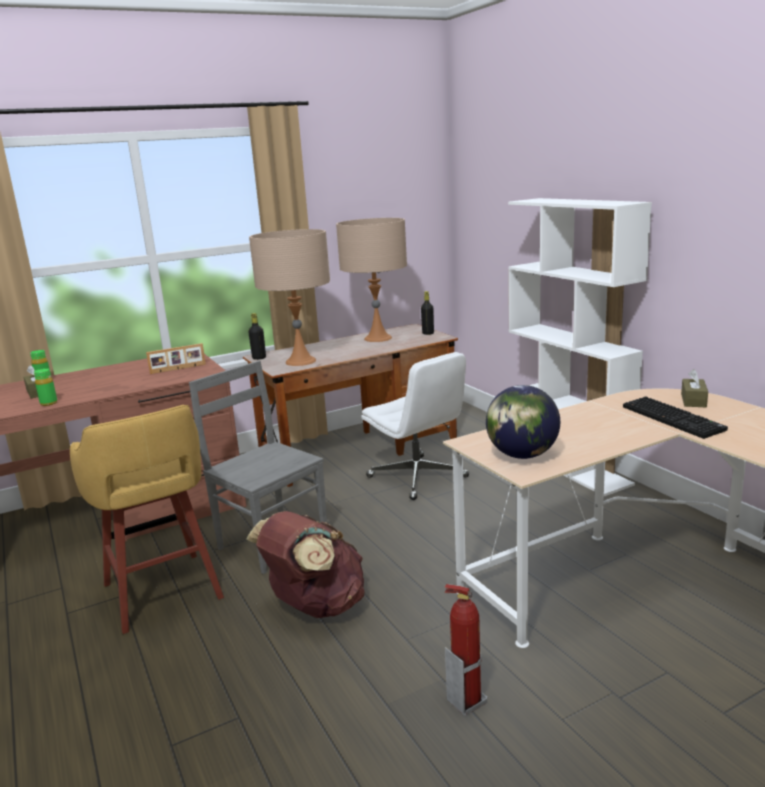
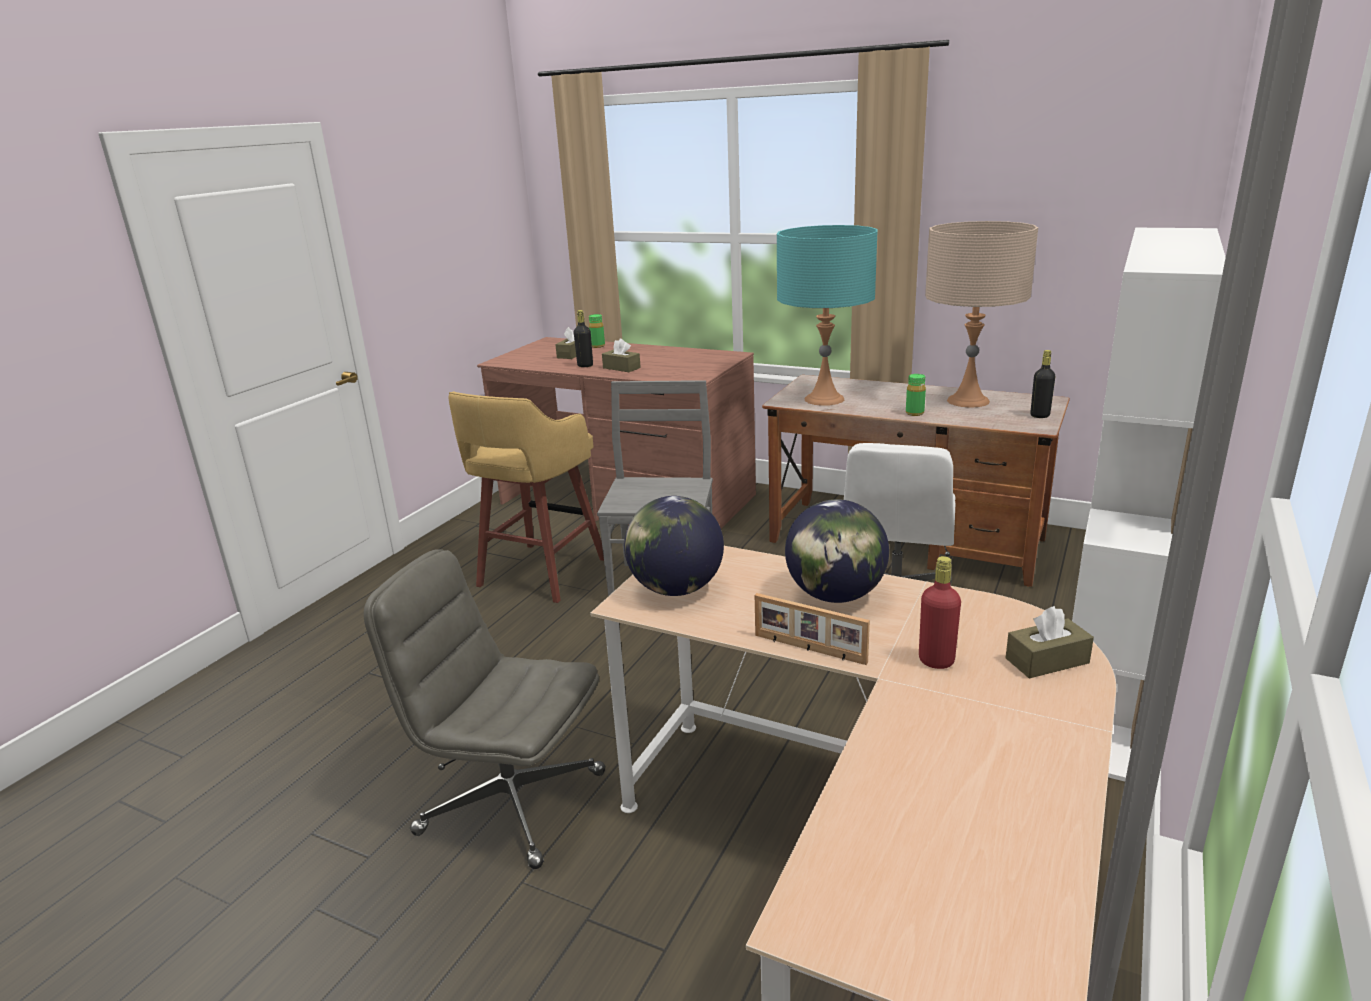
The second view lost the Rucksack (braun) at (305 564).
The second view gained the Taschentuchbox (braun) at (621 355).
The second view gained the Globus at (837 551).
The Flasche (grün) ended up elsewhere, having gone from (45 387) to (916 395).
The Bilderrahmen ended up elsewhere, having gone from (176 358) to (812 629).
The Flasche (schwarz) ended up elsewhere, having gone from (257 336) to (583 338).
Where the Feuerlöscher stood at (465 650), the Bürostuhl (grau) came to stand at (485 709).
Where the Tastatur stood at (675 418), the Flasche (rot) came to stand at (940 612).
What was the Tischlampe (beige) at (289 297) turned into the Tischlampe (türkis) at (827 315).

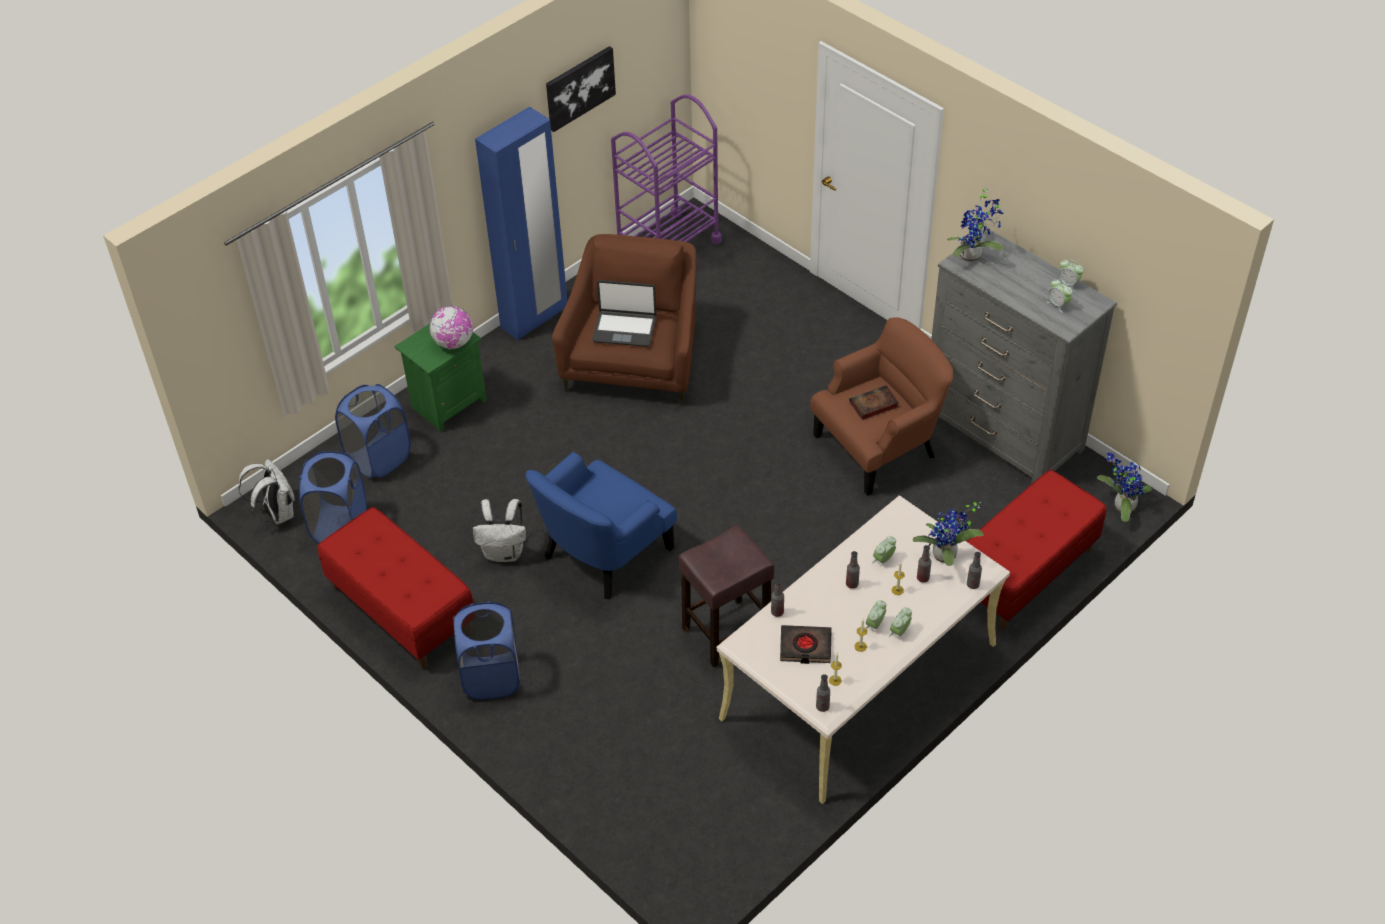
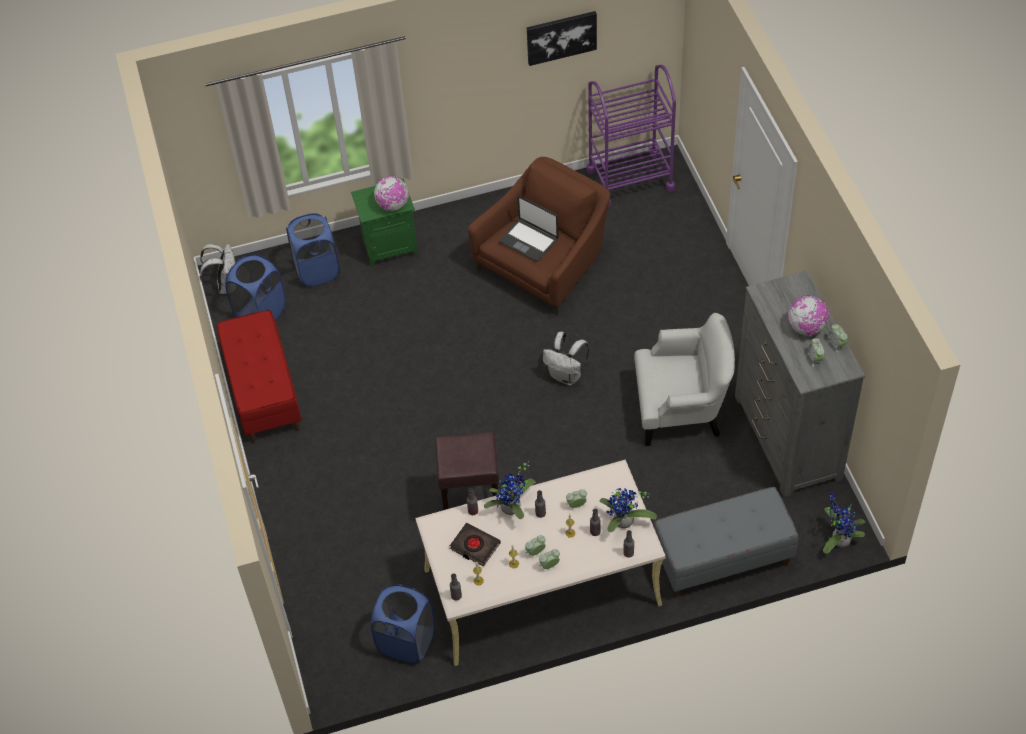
The second view lost the Kleiderschrank (blau) at (521 223).
The second view lost the Sessel (blau) at (601 525).
The second view lost the Buch at (874 402).
The second view gained the Globus at (808 315).
The Wäschekorb (blau) ended up elsewhere, having gone from (487 651) to (403 624).
The Rucksack (weiß) ended up elsewhere, having gone from (499 530) to (566 358).
The Topfpflanze ended up elsewhere, having gone from (975 224) to (510 490).
What was the Sessel (braun) at (881 406) turned into the Sessel (weiß) at (684 379).
What was the Bank (rot) at (1036 550) turned into the Bank (grau) at (726 542).

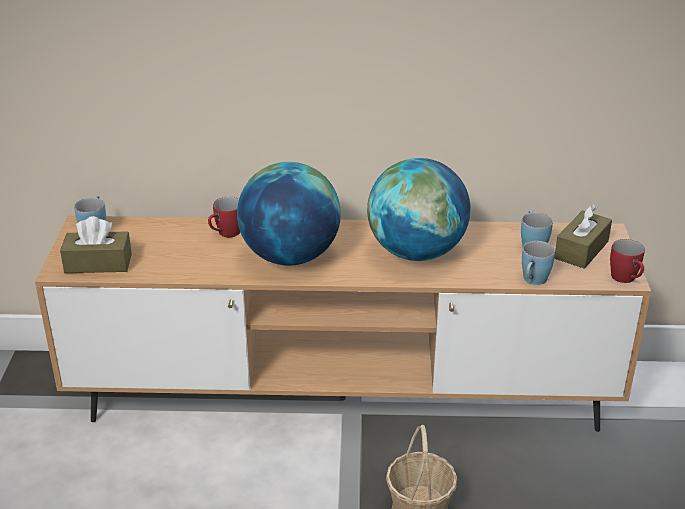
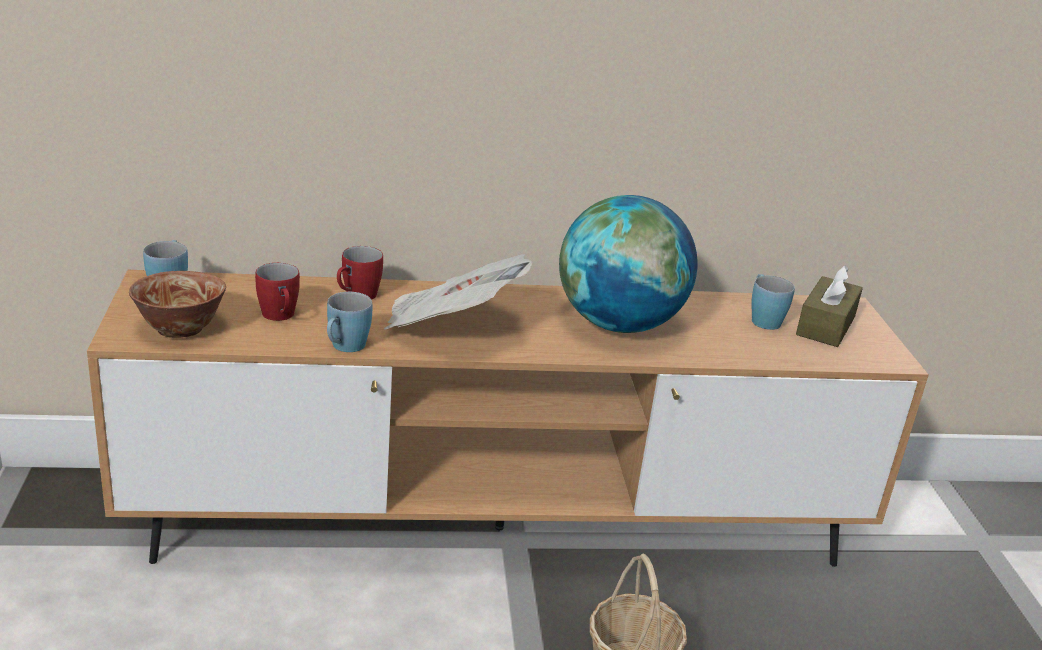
The Henkelbecher (blau) ended up elsewhere, having gone from (538 263) to (350 322).
The Henkelbecher (rot) ended up elsewhere, having gone from (627 261) to (277 292).
Where the Taschentuchbox (braun) stood at (96 244), the Schüssel came to stand at (177 304).
Where the Globus stood at (289 214), the Zeitung came to stand at (458 292).

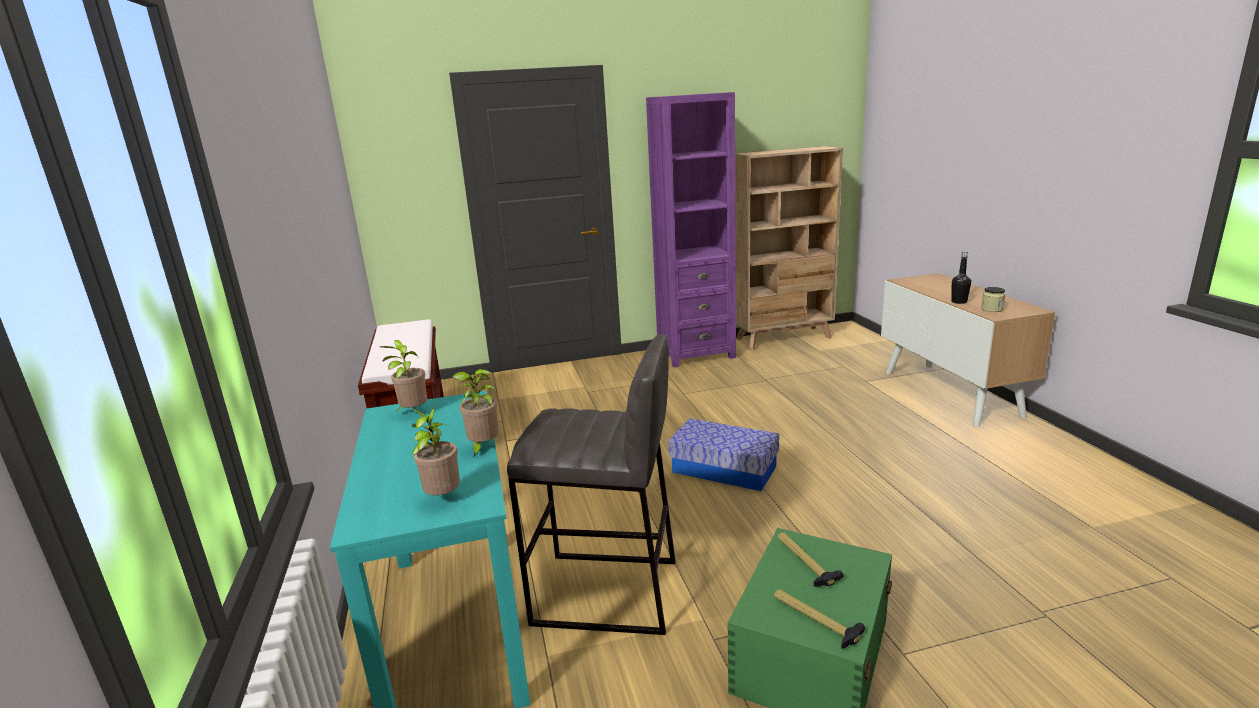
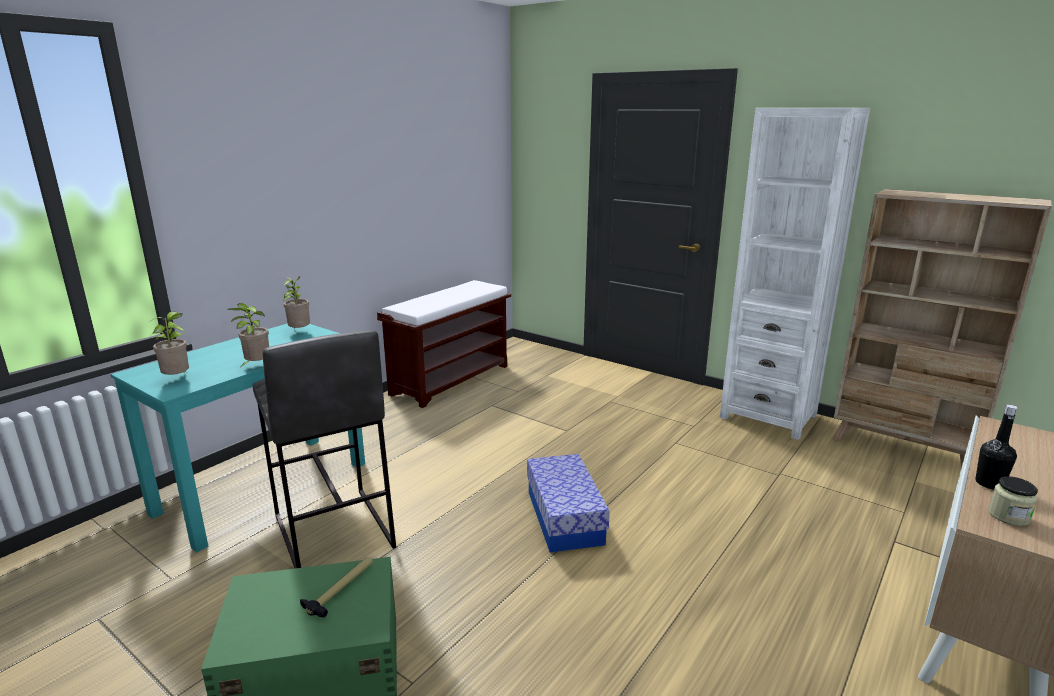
The second view lost the Hammer at (819 619).
What was the Bücherregal (lila) at (691 229) turned into the Bücherregal (weiß) at (795 274).

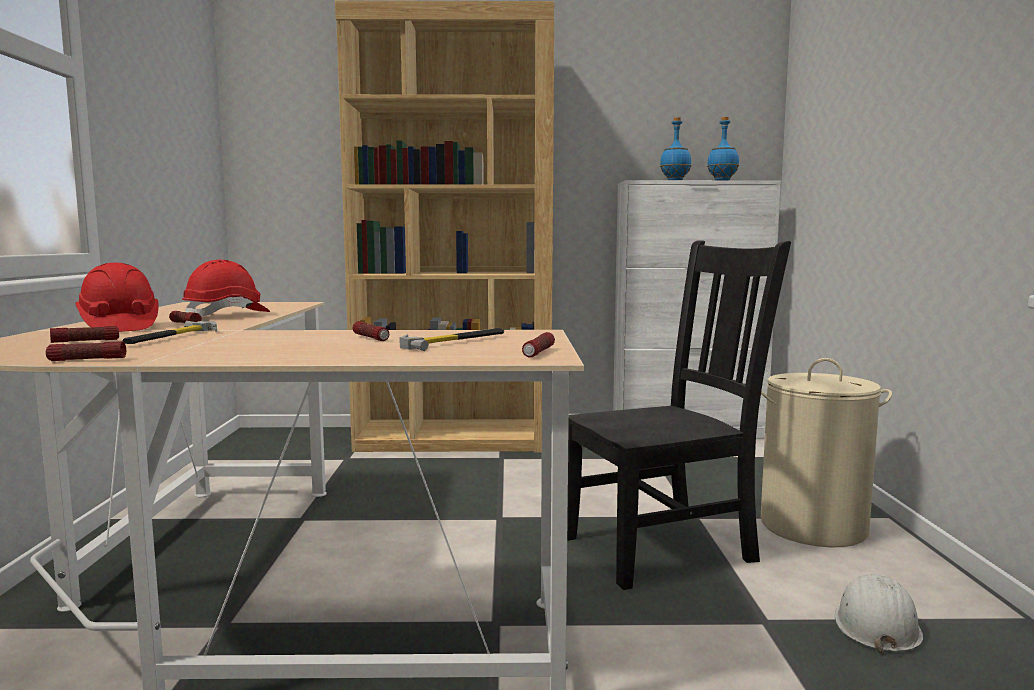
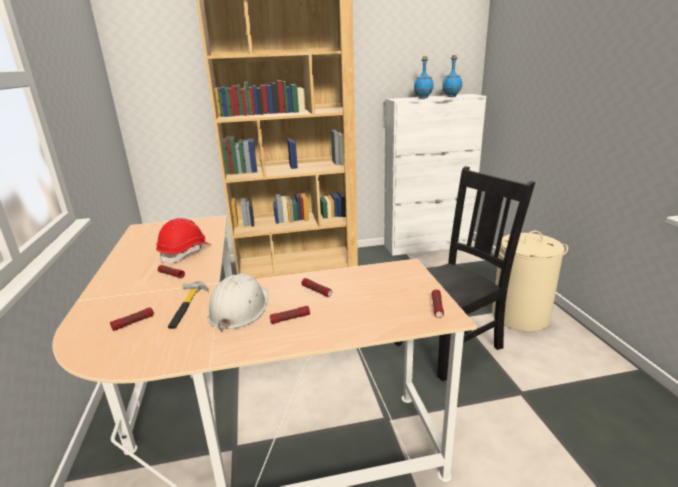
The second view lost the Schutzhelm (rot) at (117 297).
The second view lost the Hammer at (451 339).
The Taschenlampe ended up elsewhere, having gone from (86 351) to (290 315).
The Schutzhelm (weiß) ended up elsewhere, having gone from (879 614) to (238 303).

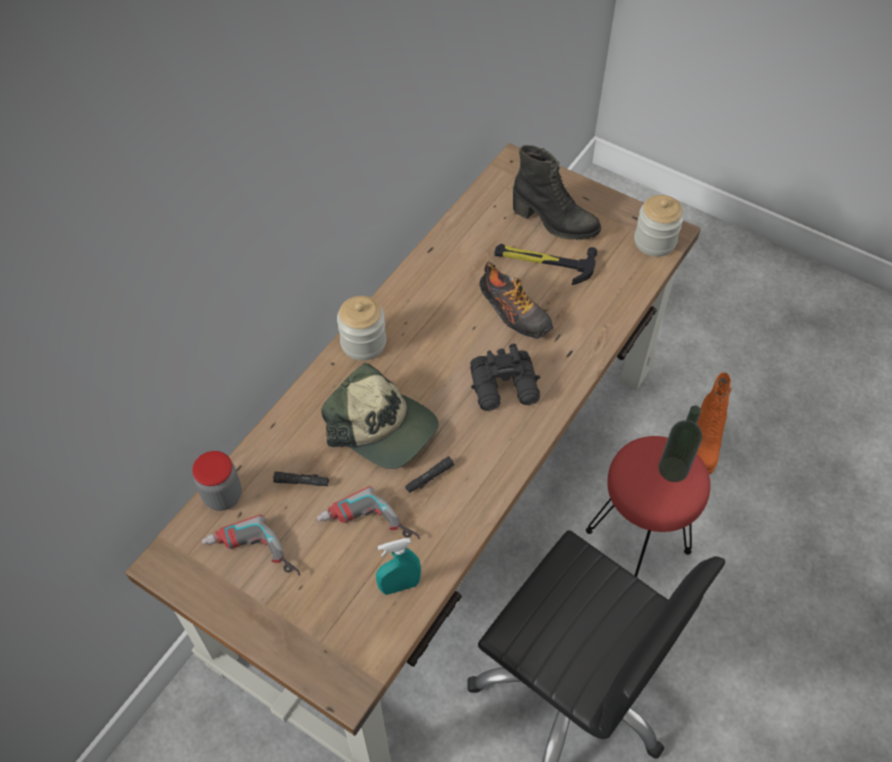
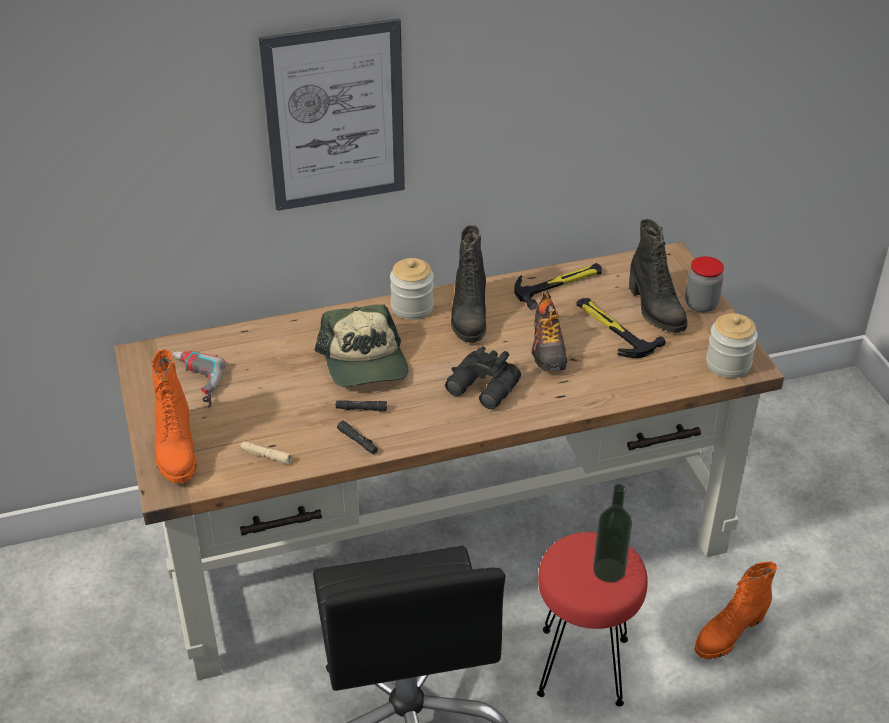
The second view lost the Bohrmaschine at (368 512).
The second view gained the Stiefel (orange) at (174 416).
The second view gained the Bild at (332 114).
The second view gained the Stiefel (schwarz) at (468 284).
The second view gained the Hammer at (558 286).
The Vorratsglas ended up elsewhere, having gone from (217 481) to (704 284).
The Taschenlampe (schwarz) ended up elsewhere, having gone from (301 479) to (357 437).
Where the Sprühflasche (türkis) stood at (398 566), the Taschenlampe (beige) came to stand at (266 452).

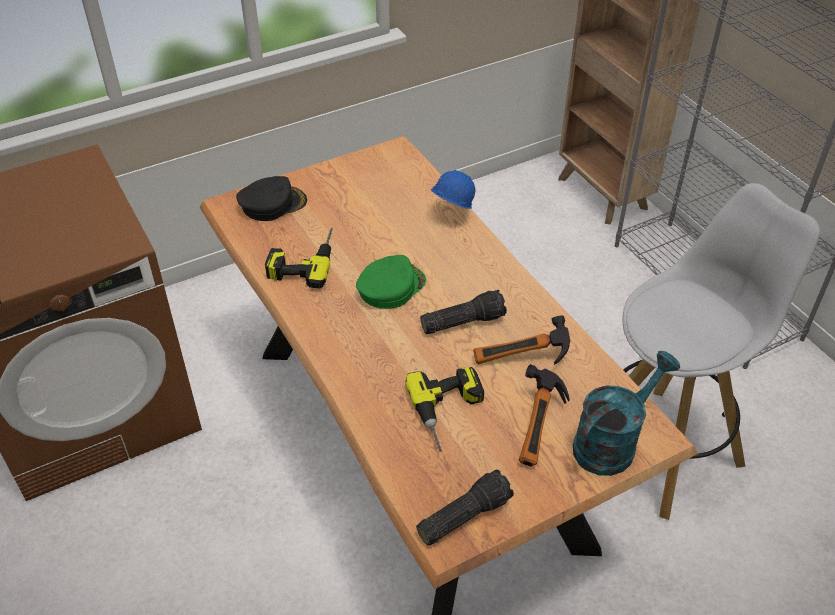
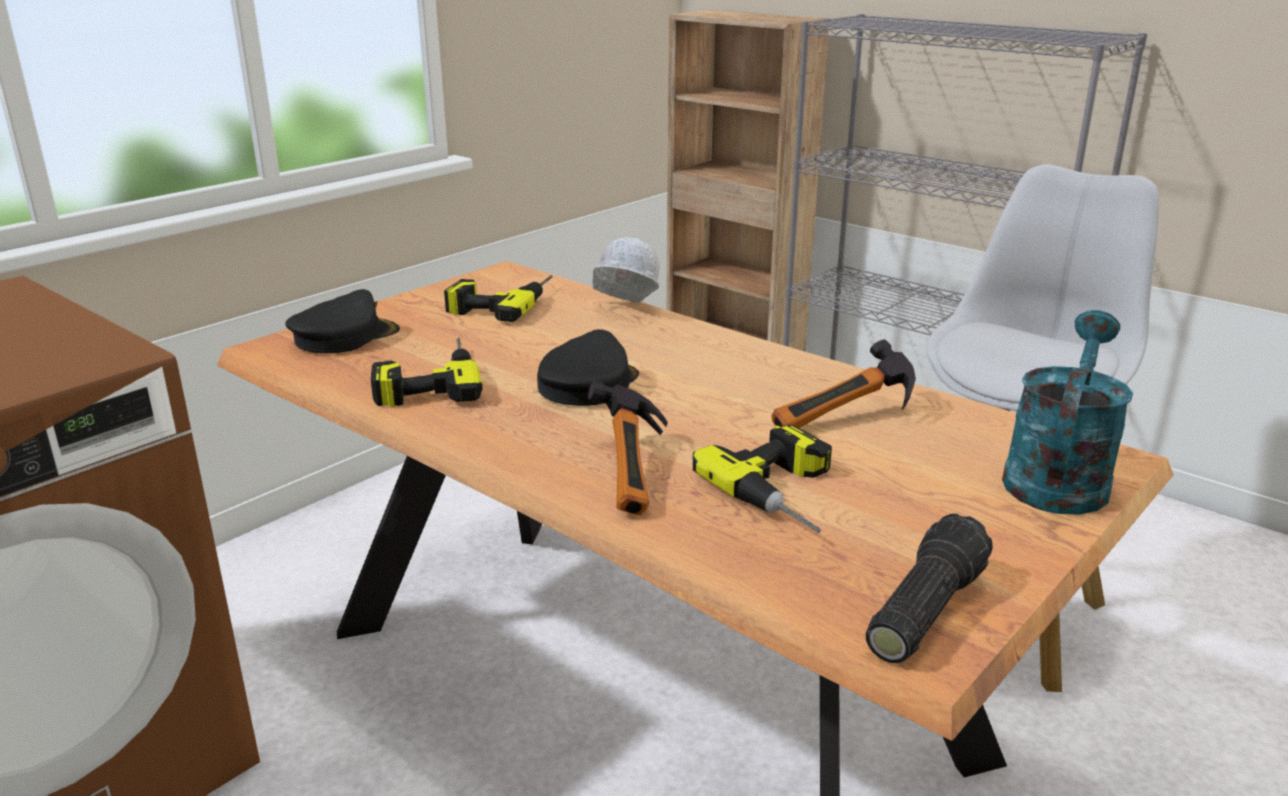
The second view lost the Taschenlampe at (463 312).
The second view gained the Bohrmaschine at (498 298).
The Hammer ended up elsewhere, having gone from (544 415) to (628 448).
What was the Kappe (grün) at (391 282) turned into the Kappe (schwarz) at (588 367).
What was the Schutzhelm (blau) at (453 189) turned into the Schutzhelm (weiß) at (626 270).

